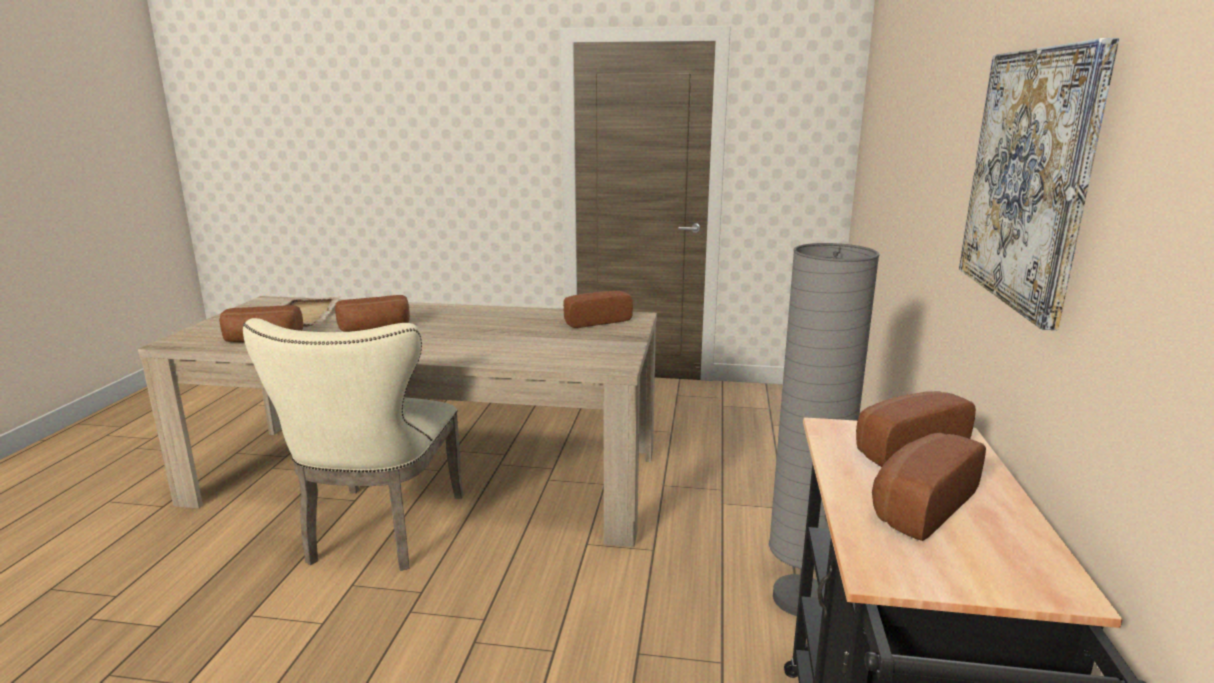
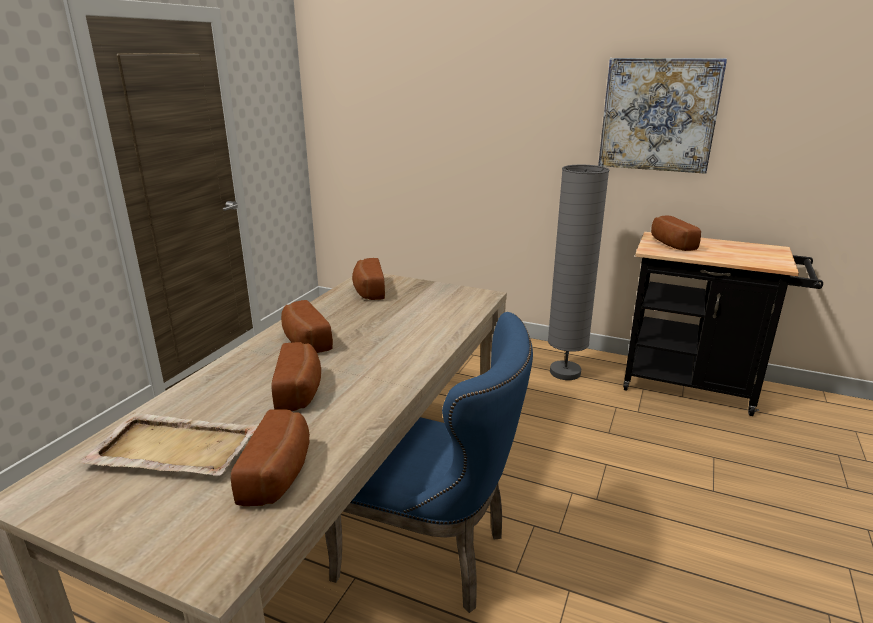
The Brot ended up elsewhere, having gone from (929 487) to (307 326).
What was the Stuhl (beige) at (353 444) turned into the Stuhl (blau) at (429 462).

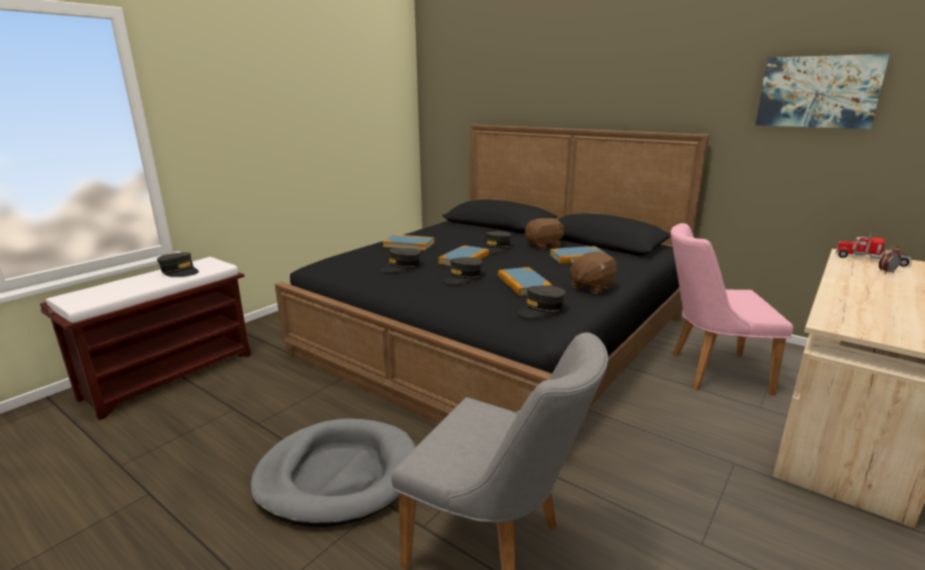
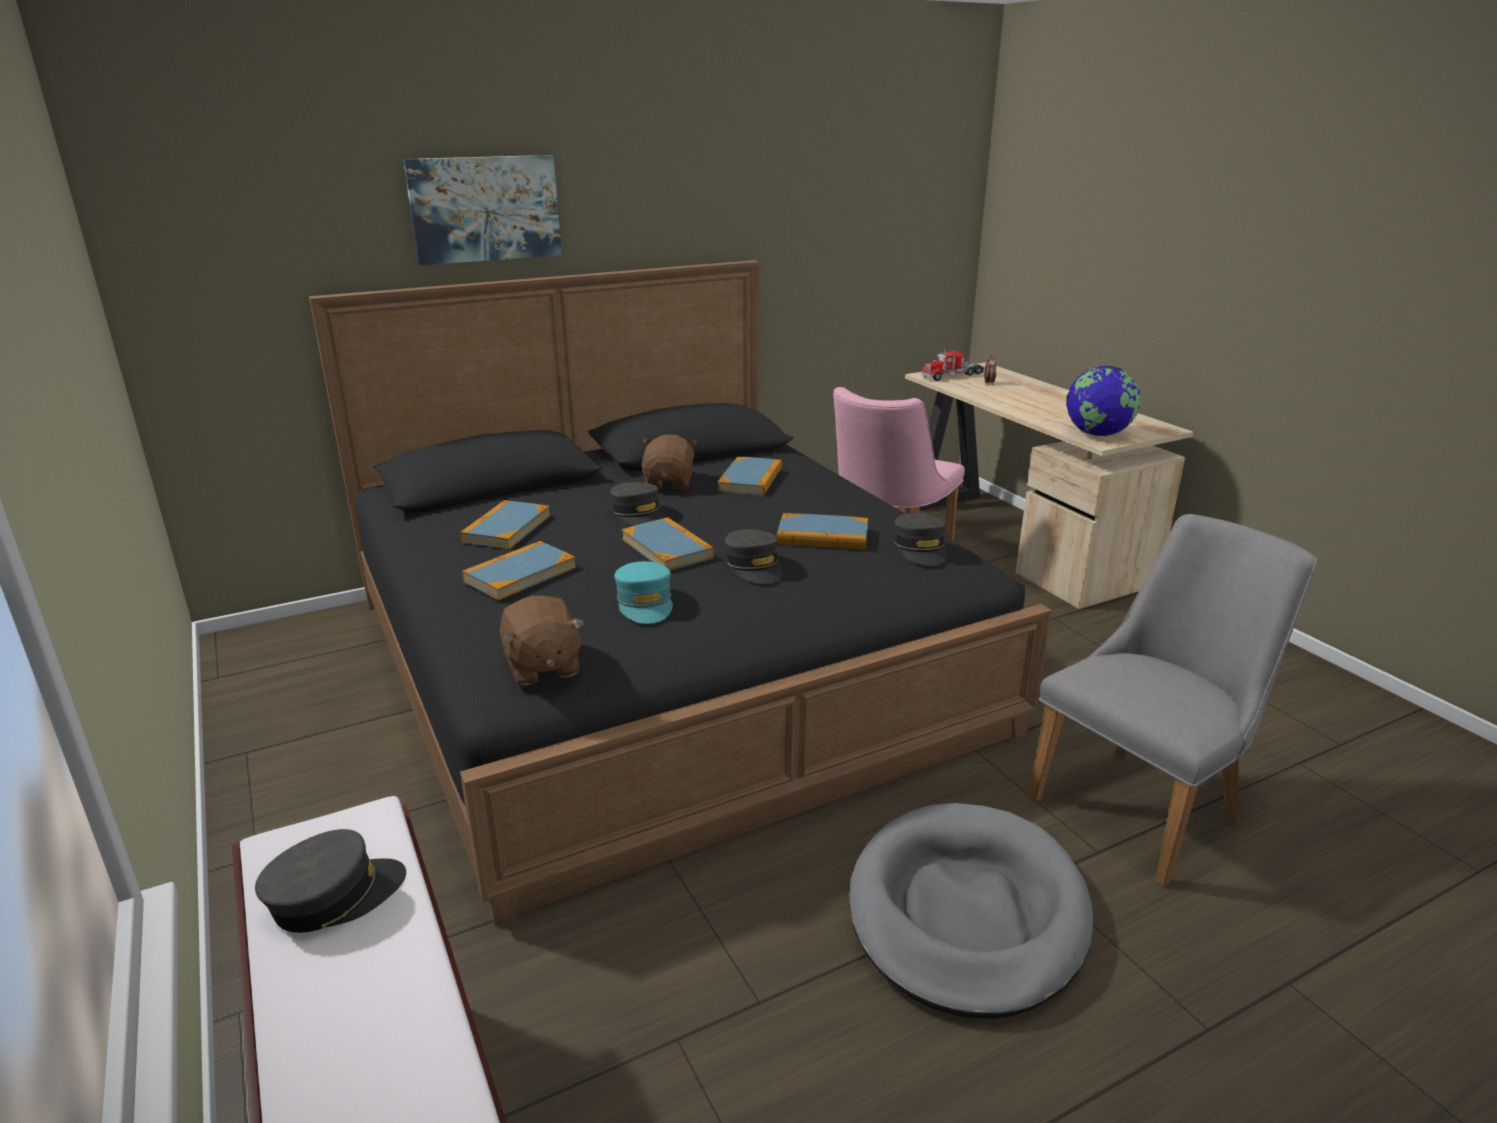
The second view gained the Buch at (505 524).
The second view gained the Globus at (1103 400).
The Plüschtier (braun) ended up elsewhere, having gone from (593 272) to (542 641).
The Bild ended up elsewhere, having gone from (822 91) to (482 210).
What was the Kappe (grau) at (401 260) turned into the Kappe (türkis) at (643 592).

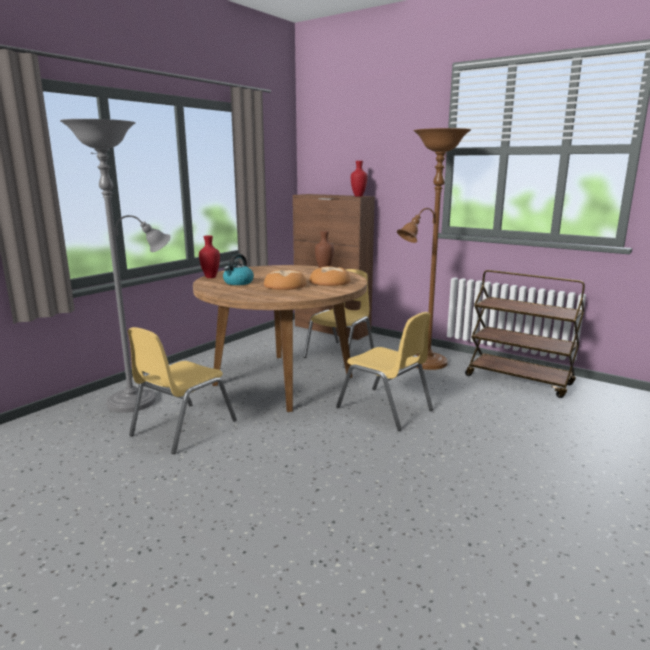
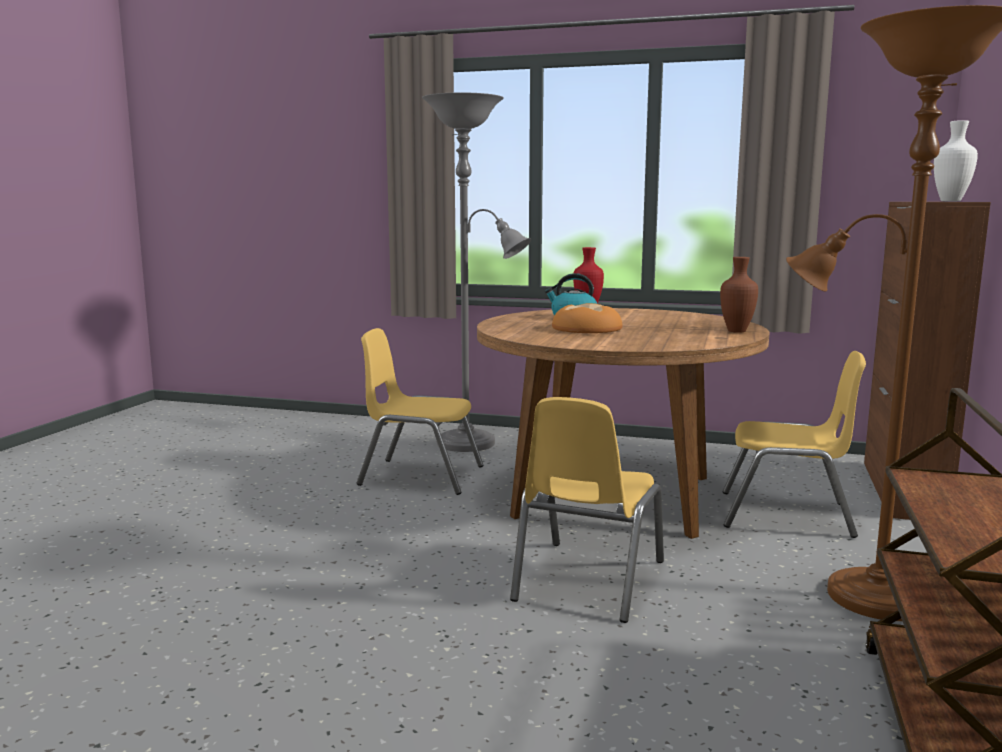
The second view lost the Brot at (330 276).
What was the Vase (rot) at (359 179) turned into the Vase (weiß) at (956 160).

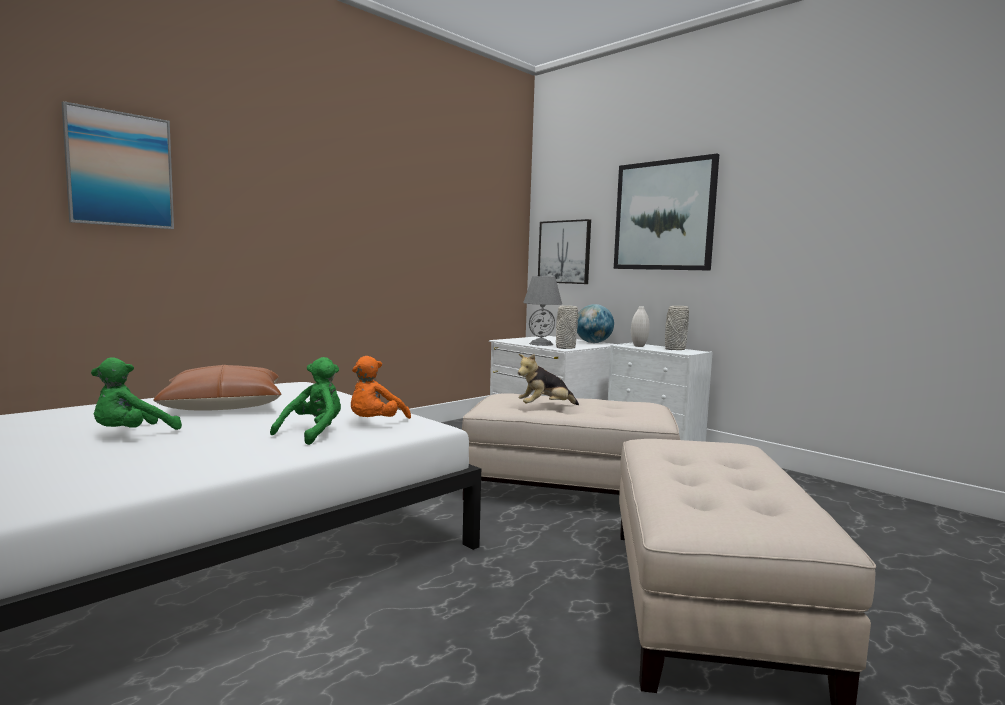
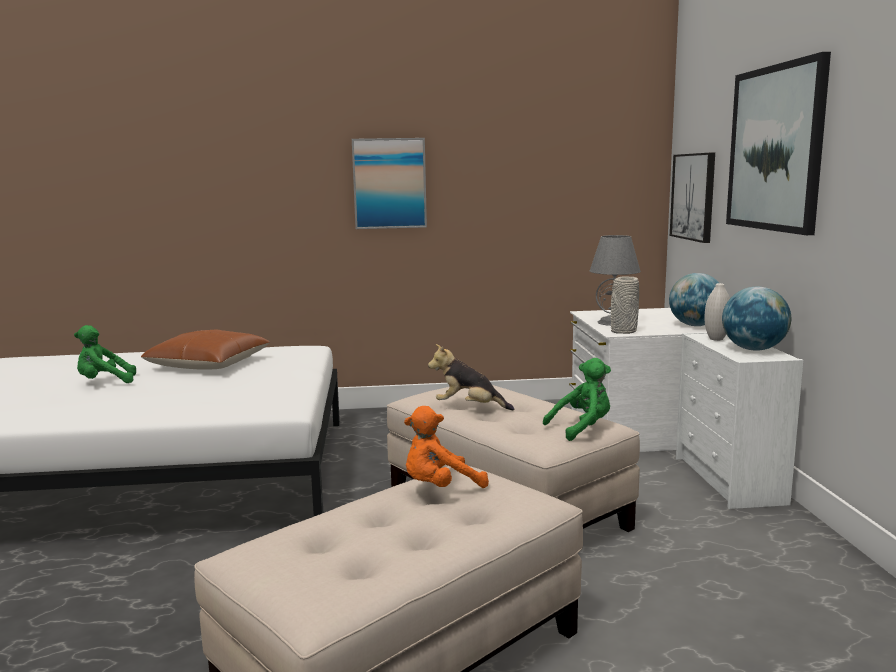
The Bild ended up elsewhere, having gone from (118 165) to (389 183).
The Plüschtier (grün) ended up elsewhere, having gone from (305 401) to (577 399).
The Plüschtier (orange) ended up elsewhere, having gone from (381 387) to (446 447).
Where the Vase (grau) stood at (677 328), the Globus came to stand at (756 319).

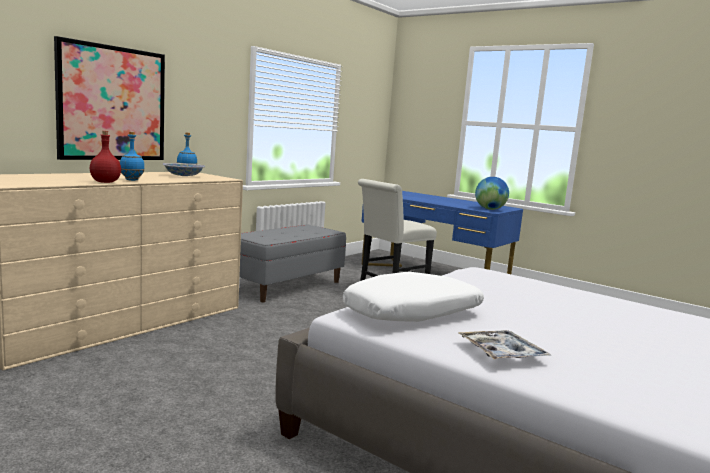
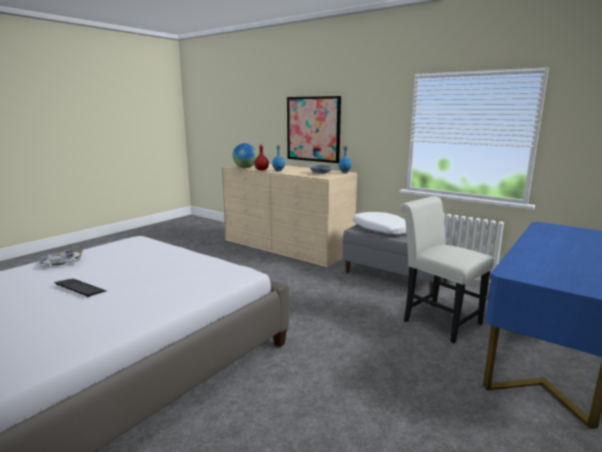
The second view gained the Tastatur at (80 288).
The Kissen (weiß) ended up elsewhere, having gone from (413 297) to (379 223).
The Globus ended up elsewhere, having gone from (492 193) to (245 155).

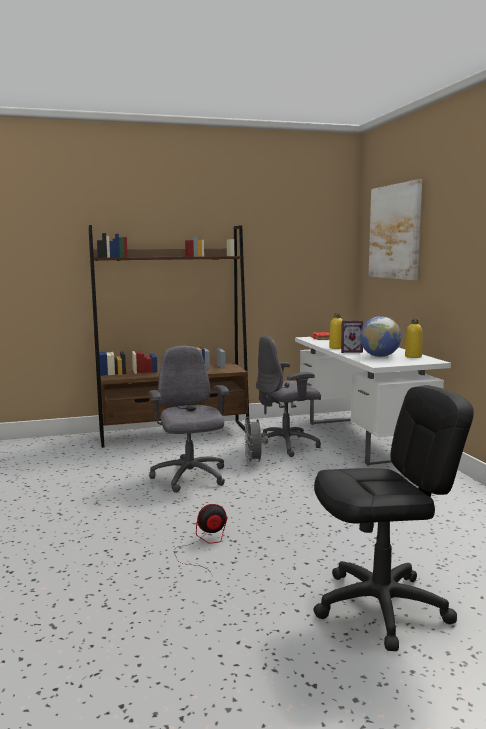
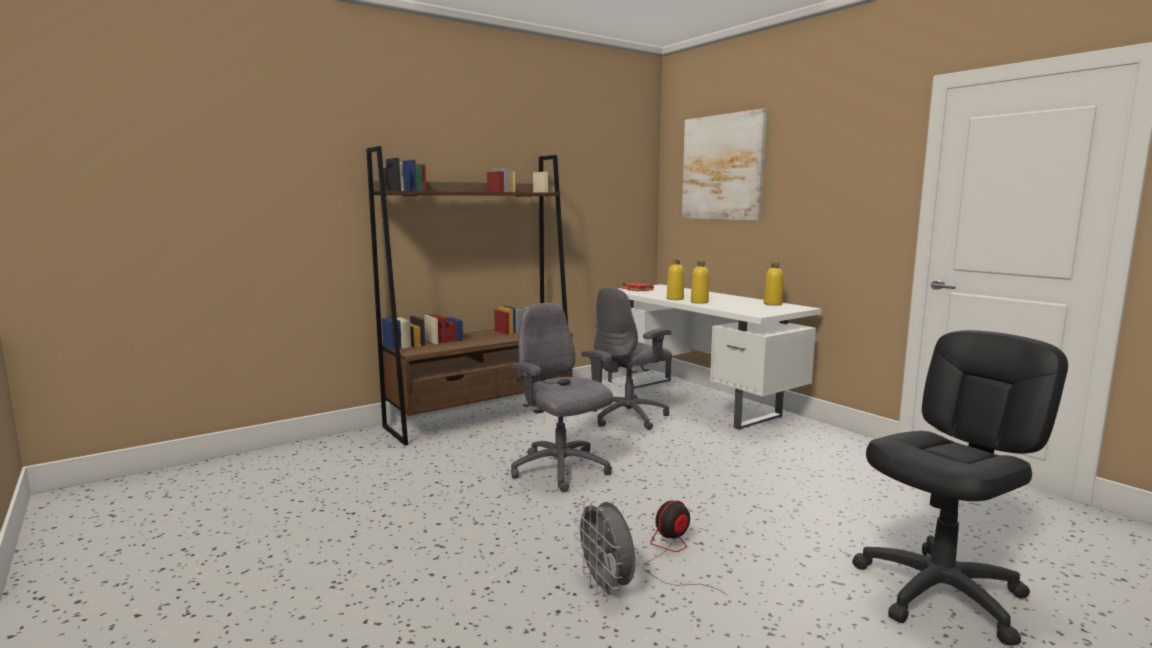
The second view lost the Globus at (380 336).
The Ventilator (grau) ended up elsewhere, having gone from (256 440) to (604 548).
Where the Bilderrahmen stood at (352 336), the Flasche (gelb) came to stand at (700 282).

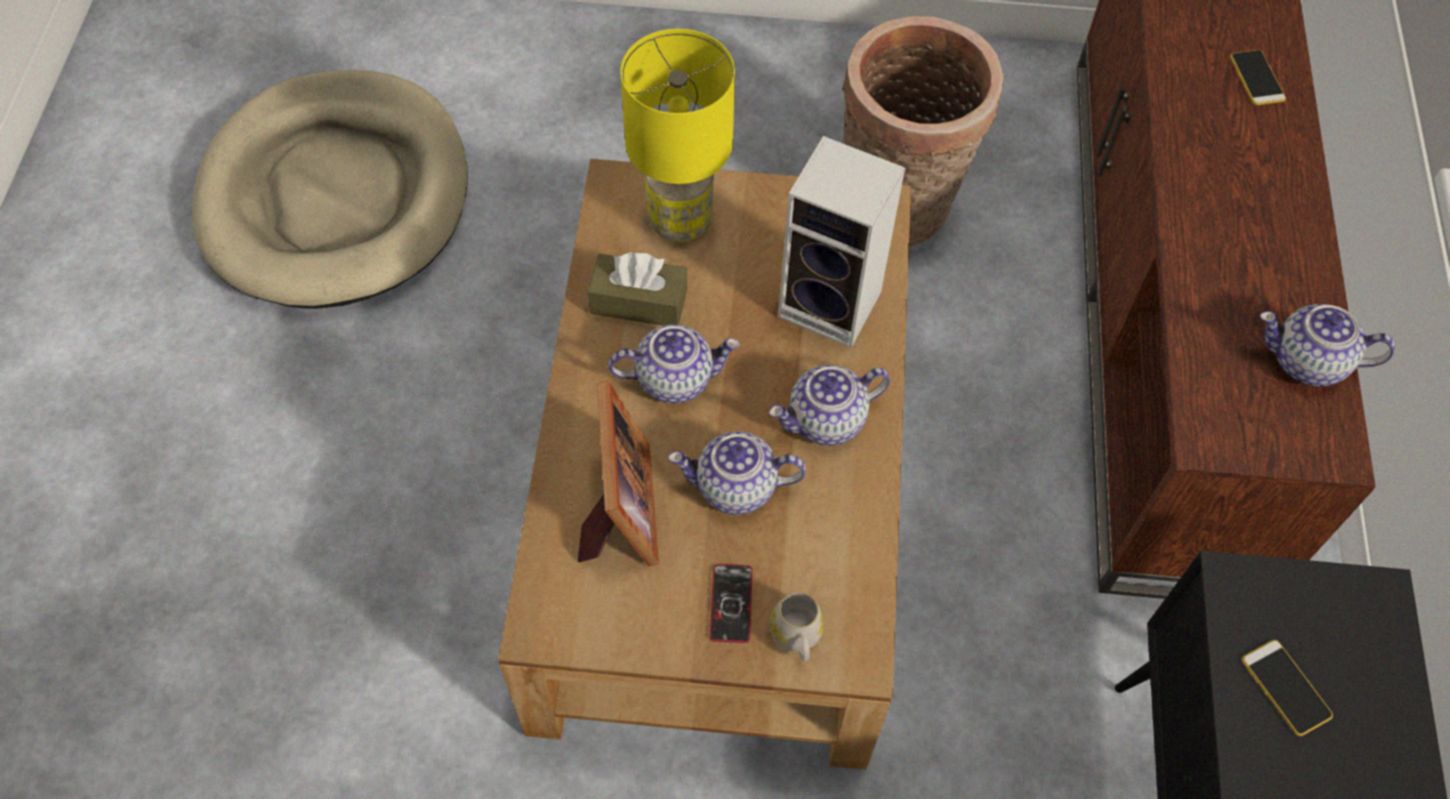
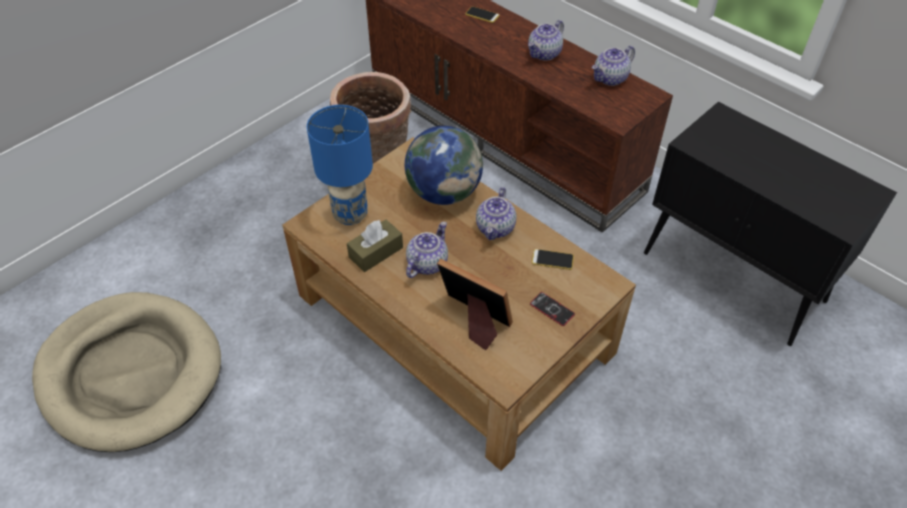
The second view lost the Henkelbecher (weiß) at (797 626).
The Teekanne ended up elsewhere, having gone from (737 473) to (546 40).
The Handy ended up elsewhere, having gone from (1287 688) to (553 259).
Where the Lautsprecher stood at (841 242), the Globus came to stand at (444 165).
What was the Tischlampe (gelb) at (677 135) turned into the Tischlampe (blau) at (340 165).

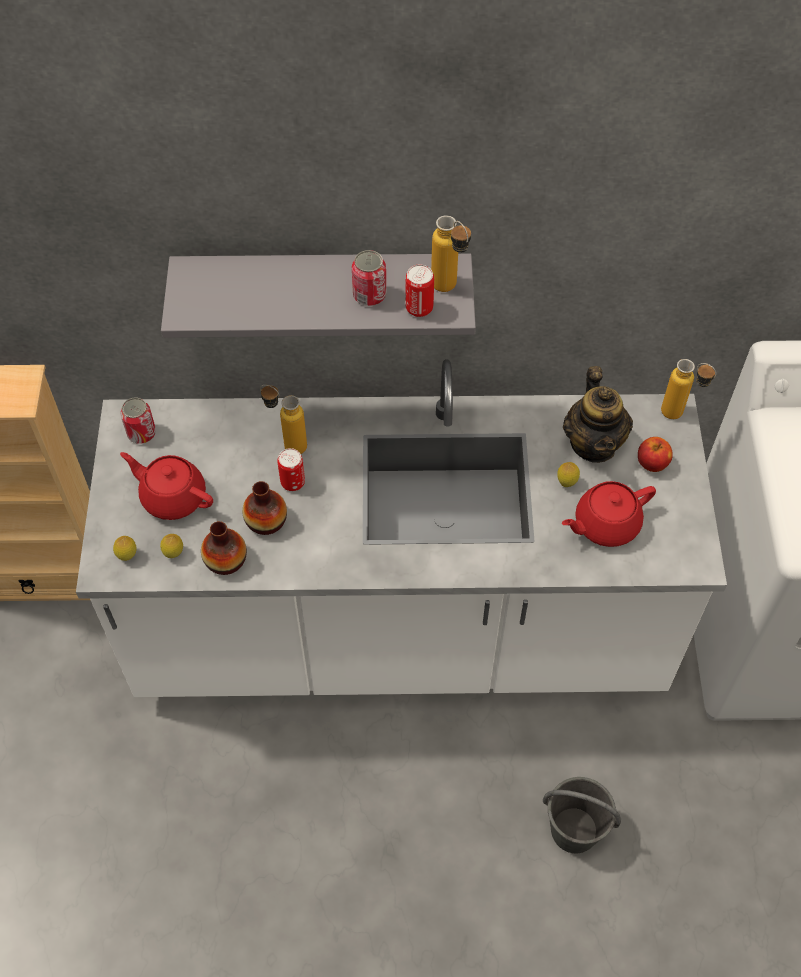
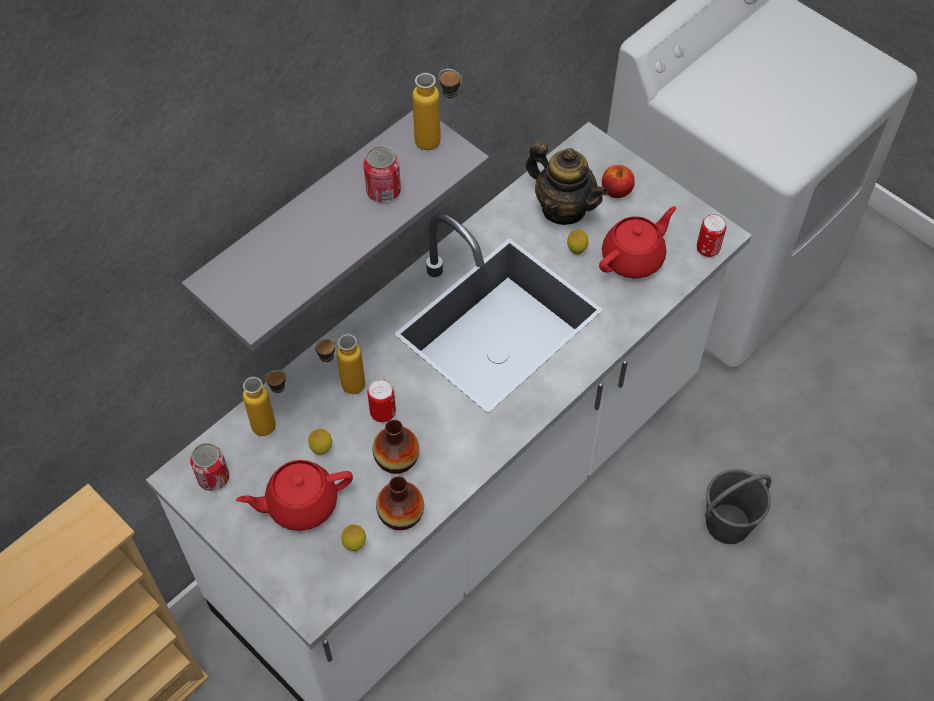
The Zitrone ended up elsewhere, having gone from (125 548) to (320 442).
The Dose ended up elsewhere, having gone from (419 291) to (711 235).
The Flasche ended up elsewhere, having gone from (688 389) to (265 402).
The Teekanne (rot) at (609 514) ended up facing another way, 150 degrees counterclockwise from before.

